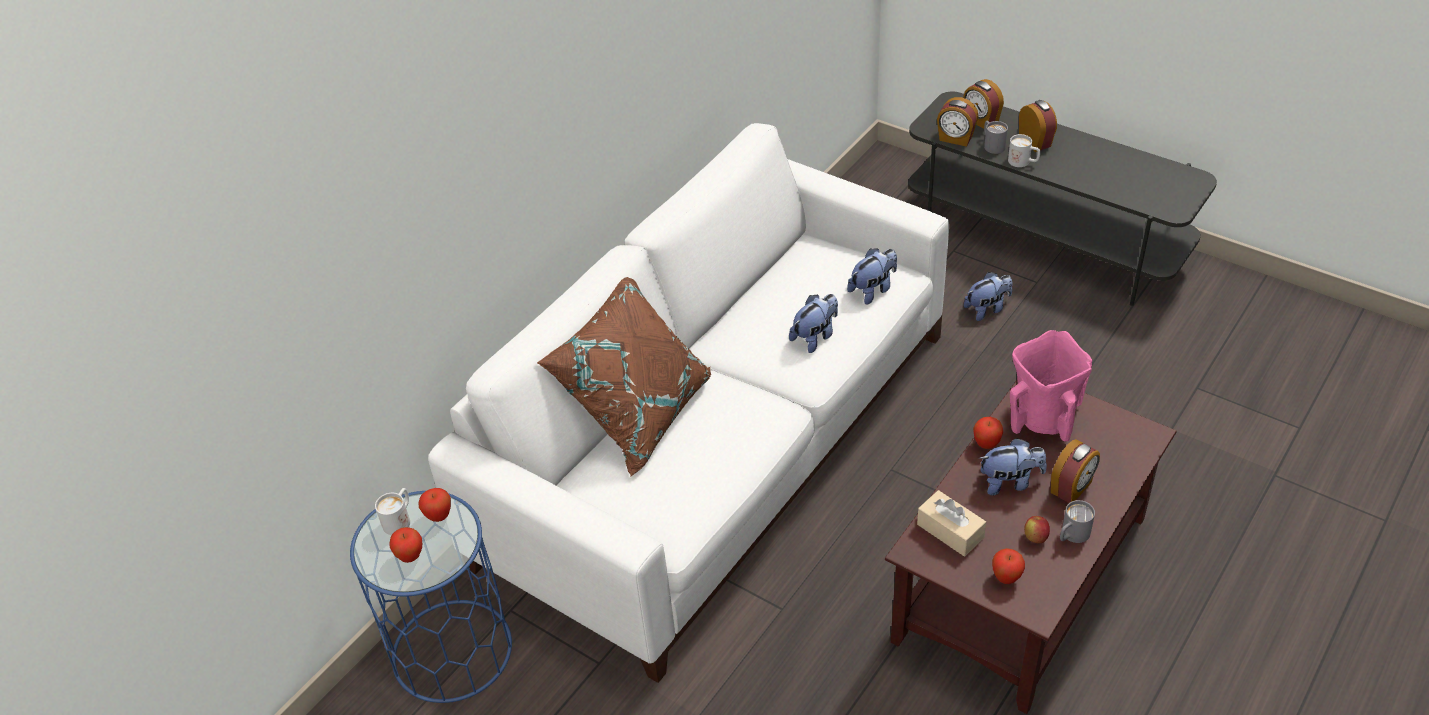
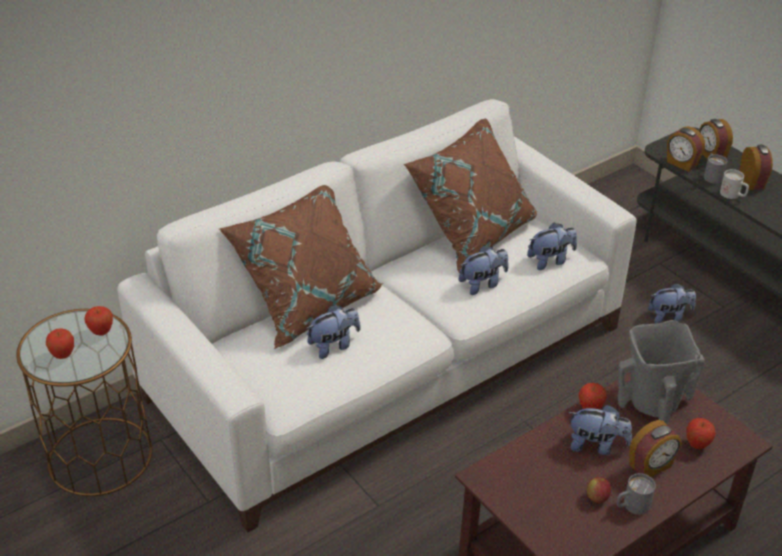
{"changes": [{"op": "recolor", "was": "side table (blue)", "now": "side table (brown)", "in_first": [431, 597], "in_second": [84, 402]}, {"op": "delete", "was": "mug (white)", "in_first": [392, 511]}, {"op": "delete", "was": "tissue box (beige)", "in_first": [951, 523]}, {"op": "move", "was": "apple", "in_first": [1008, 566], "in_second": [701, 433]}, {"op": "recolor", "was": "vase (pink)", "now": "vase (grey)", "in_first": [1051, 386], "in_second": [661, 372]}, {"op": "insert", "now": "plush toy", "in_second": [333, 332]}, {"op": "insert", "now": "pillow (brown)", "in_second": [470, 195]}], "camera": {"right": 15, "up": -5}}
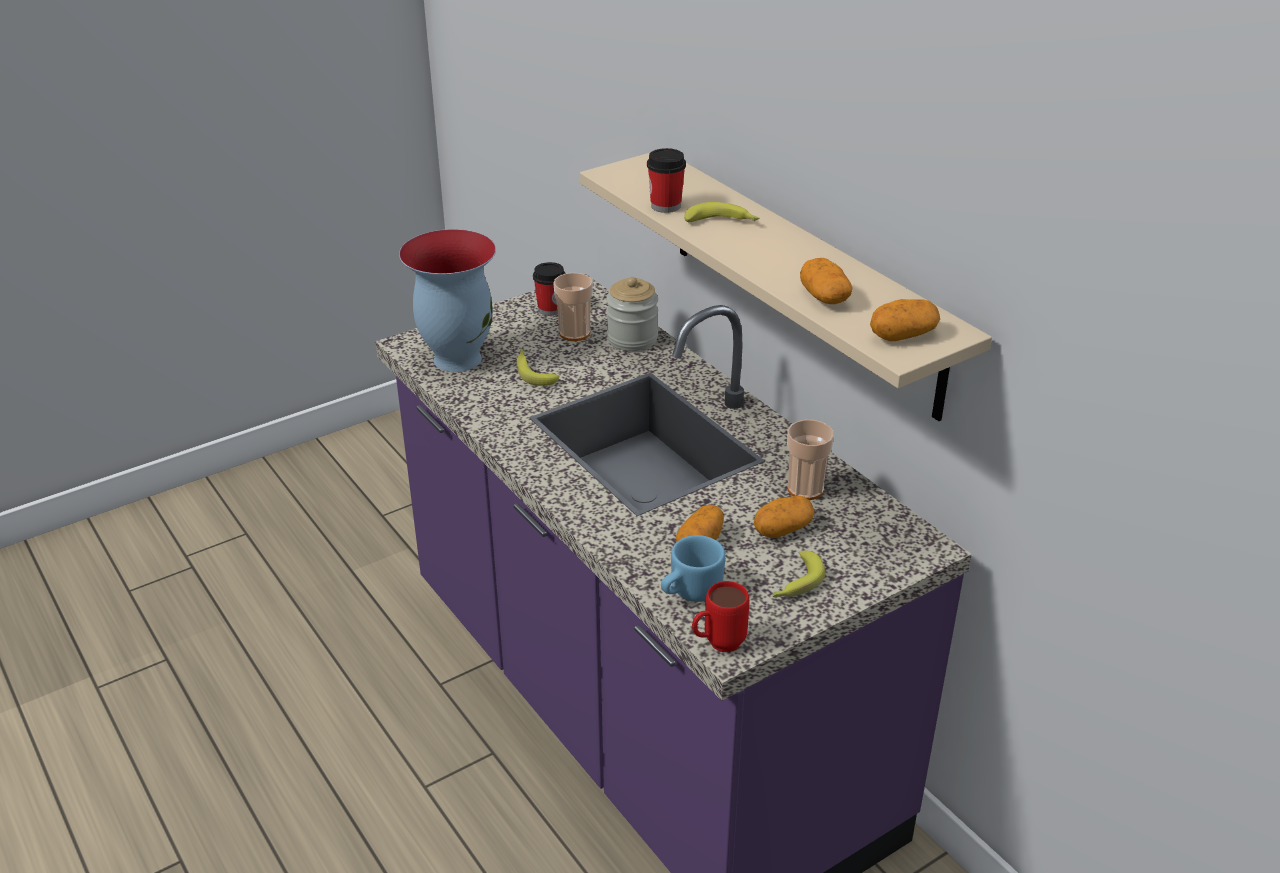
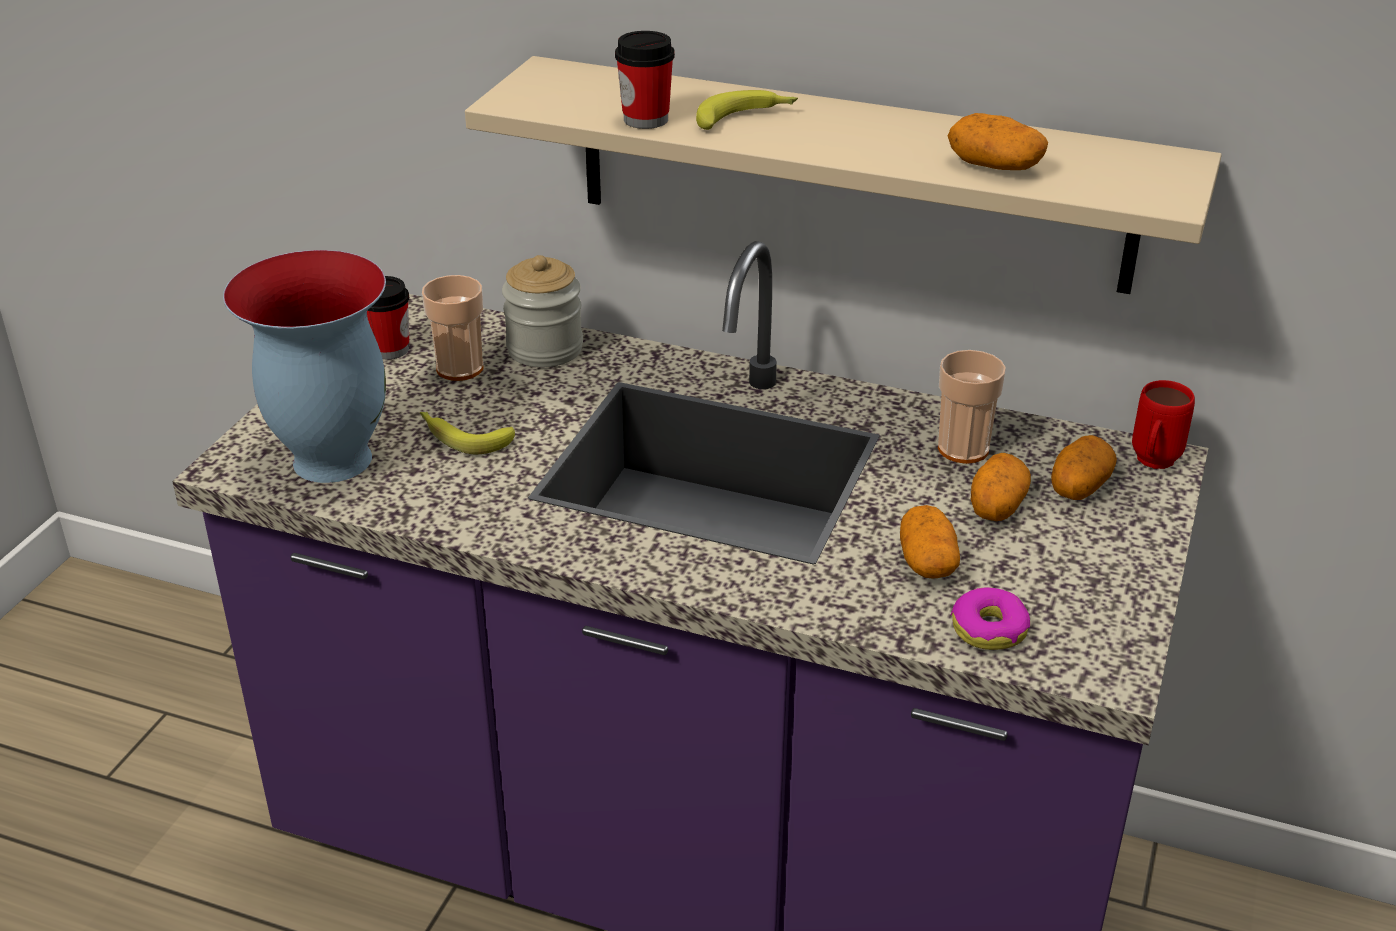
{"changes": [{"op": "replace", "was": "mug (blue)", "now": "donut", "in_first": [693, 568], "in_second": [990, 619]}, {"op": "move", "was": "mug (red)", "in_first": [720, 616], "in_second": [1163, 424]}, {"op": "delete", "was": "banana", "in_first": [798, 574]}, {"op": "move", "was": "potato", "in_first": [905, 320], "in_second": [1084, 467]}], "camera": {"right": -35, "up": 0}}
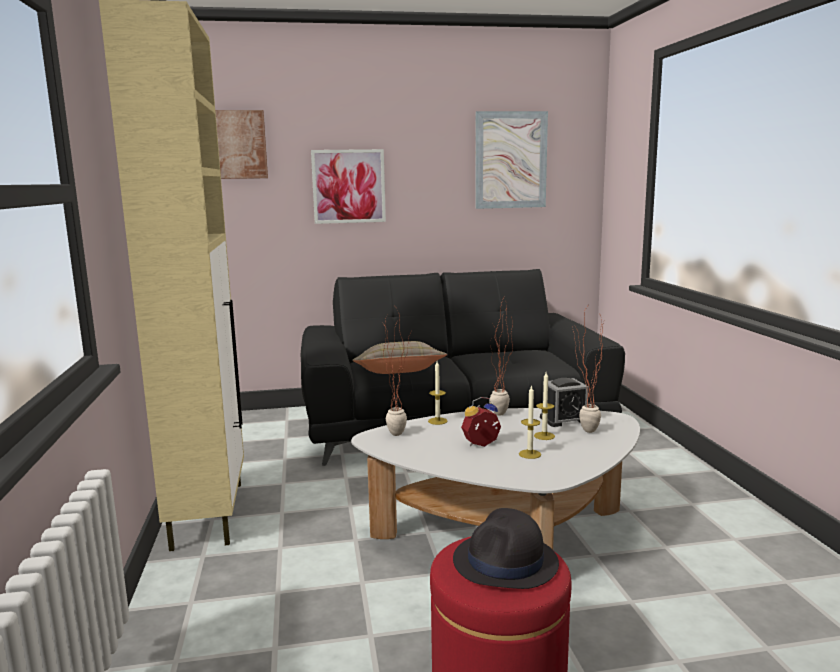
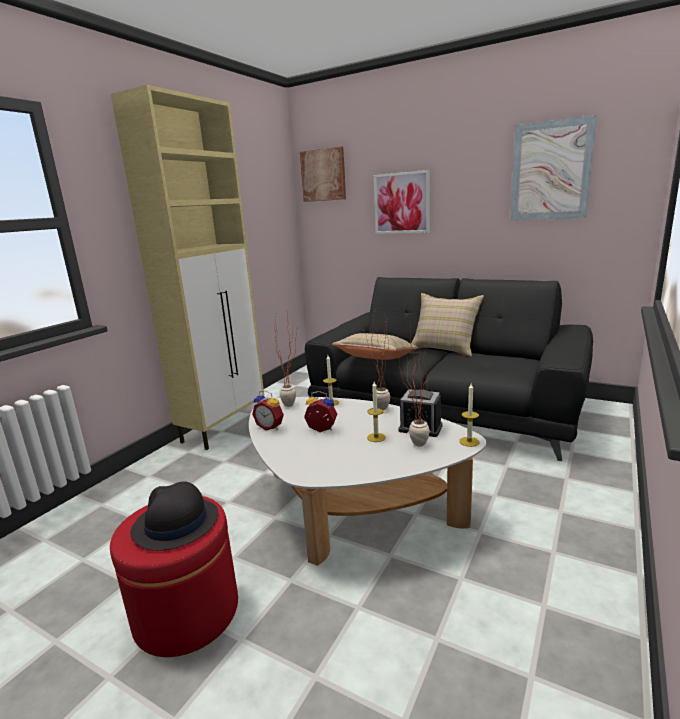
{"changes": [{"op": "move", "was": "candle", "in_first": [530, 422], "in_second": [469, 415]}, {"op": "insert", "now": "alarm clock", "in_second": [268, 410]}, {"op": "insert", "now": "pillow (beige)", "in_second": [447, 325]}], "camera": {"right": 40, "up": 5}}
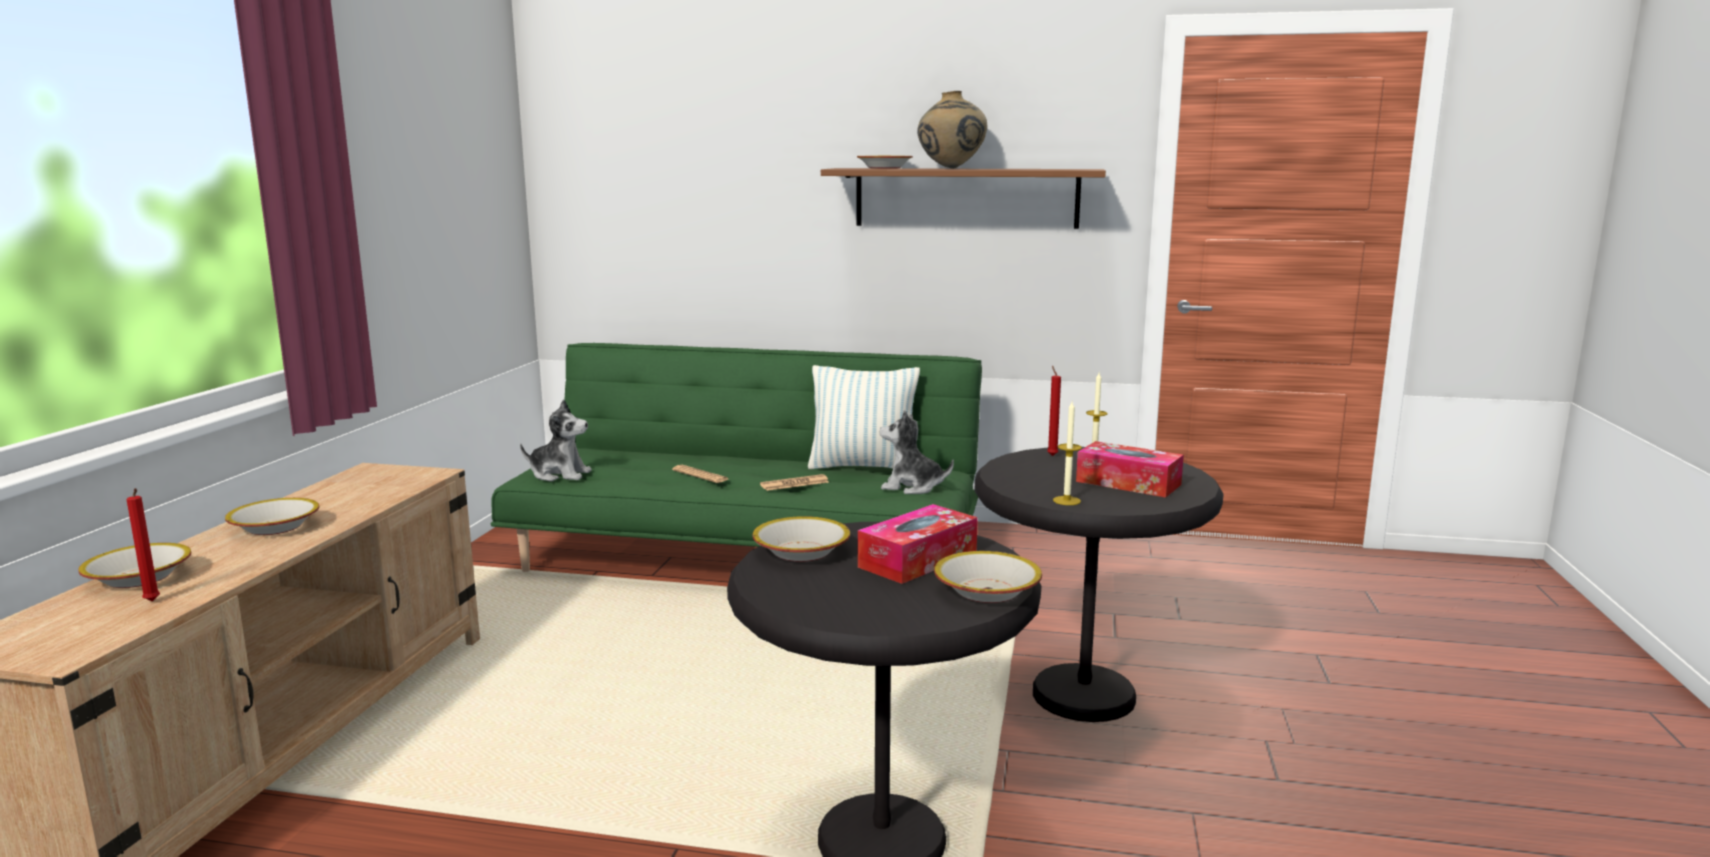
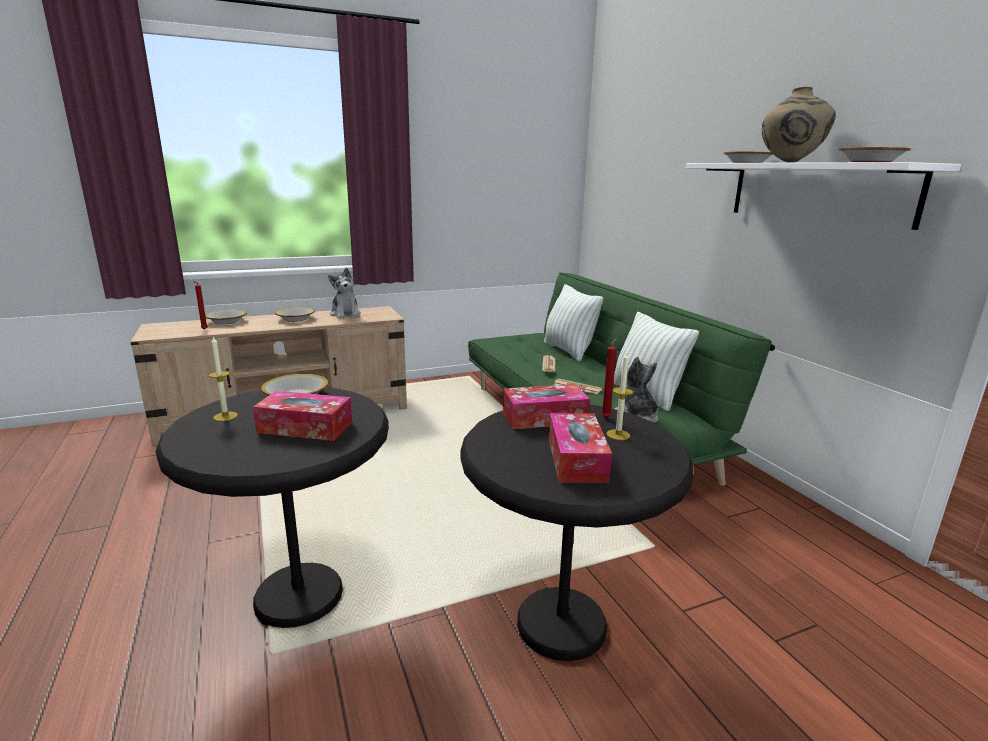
{"changes": [{"op": "move", "was": "plush toy", "in_first": [556, 440], "in_second": [344, 293]}, {"op": "recolor", "was": "shelf (brown)", "now": "shelf (white)", "in_first": [963, 198], "in_second": [823, 196]}, {"op": "move", "was": "bowl", "in_first": [988, 577], "in_second": [875, 154]}, {"op": "move", "was": "candle", "in_first": [1067, 453], "in_second": [223, 378]}, {"op": "insert", "now": "tissue box", "in_second": [546, 406]}, {"op": "insert", "now": "pillow", "in_second": [573, 322]}], "camera": {"right": 55, "up": 5}}
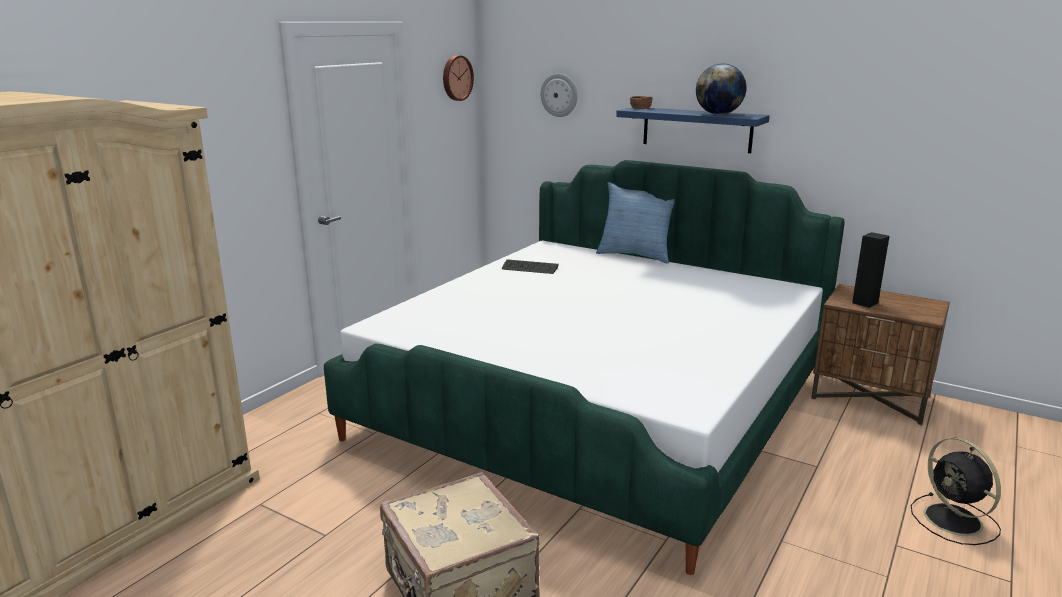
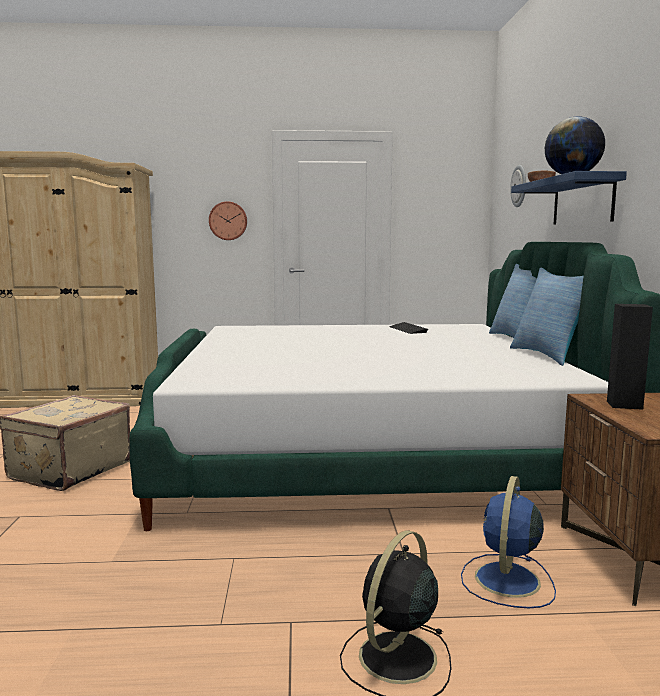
{"changes": [{"op": "move", "was": "wall clock", "in_first": [458, 78], "in_second": [228, 220]}, {"op": "insert", "now": "fan (blue)", "in_second": [508, 542]}, {"op": "insert", "now": "pillow", "in_second": [547, 317]}], "camera": {"right": 55, "up": -10}}
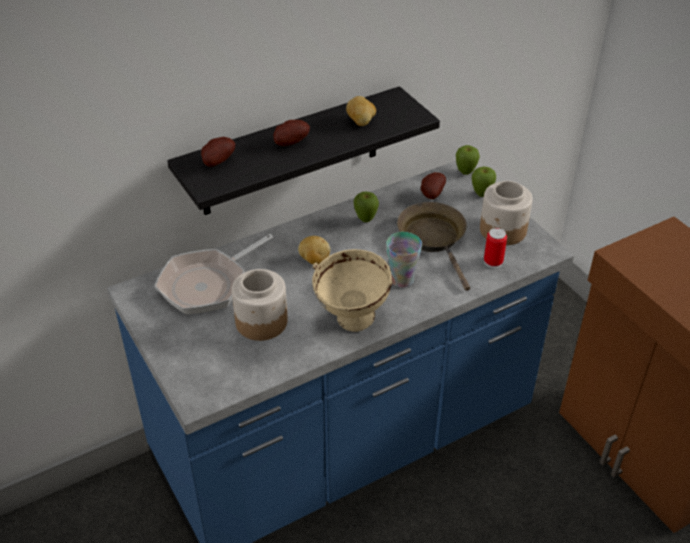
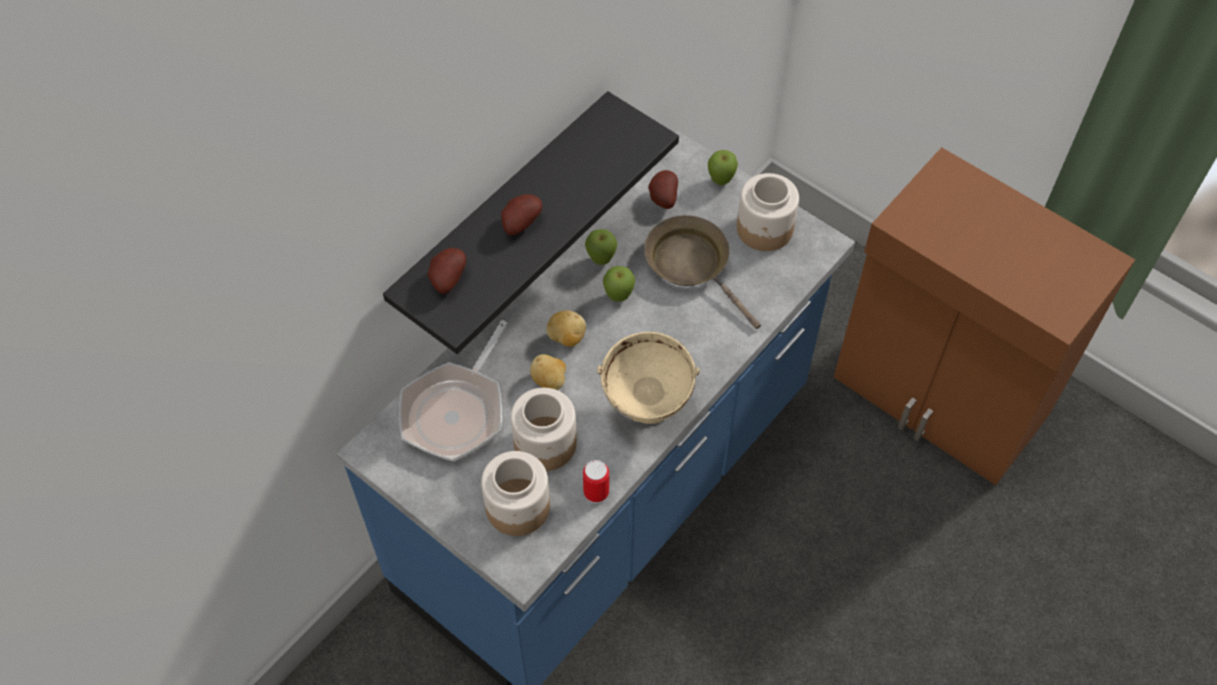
{"changes": [{"op": "move", "was": "potato", "in_first": [361, 111], "in_second": [548, 372]}, {"op": "delete", "was": "cup", "in_first": [404, 260]}, {"op": "move", "was": "apple", "in_first": [468, 160], "in_second": [619, 284]}, {"op": "move", "was": "can", "in_first": [495, 248], "in_second": [596, 481]}, {"op": "insert", "now": "jar", "in_second": [515, 493]}], "camera": {"right": -20, "up": 15}}
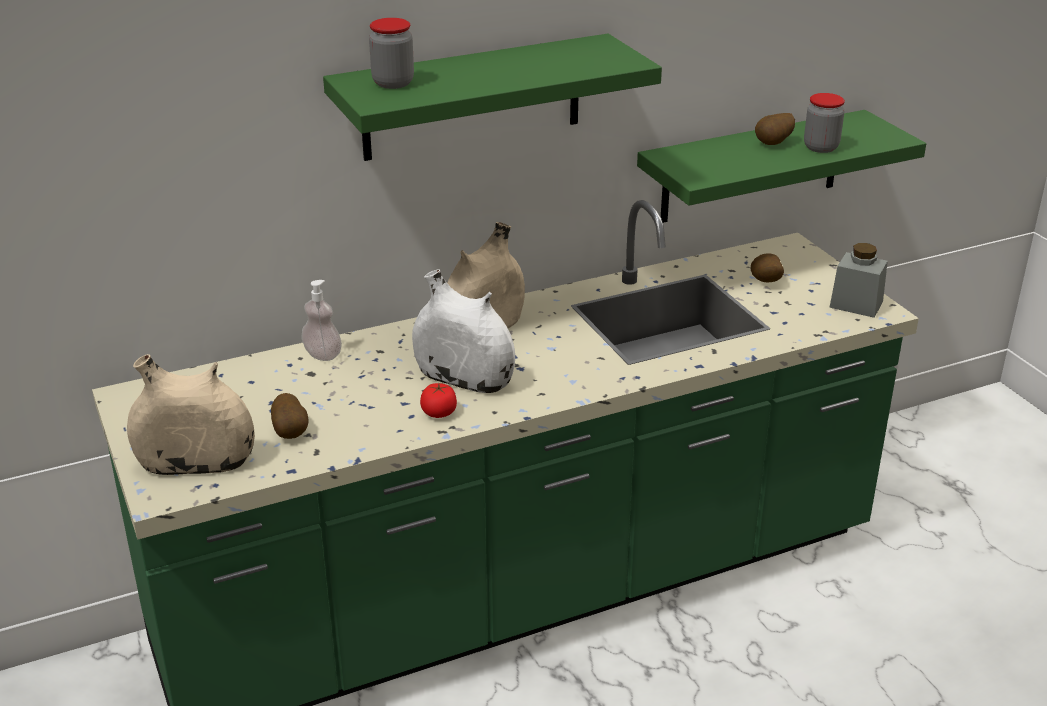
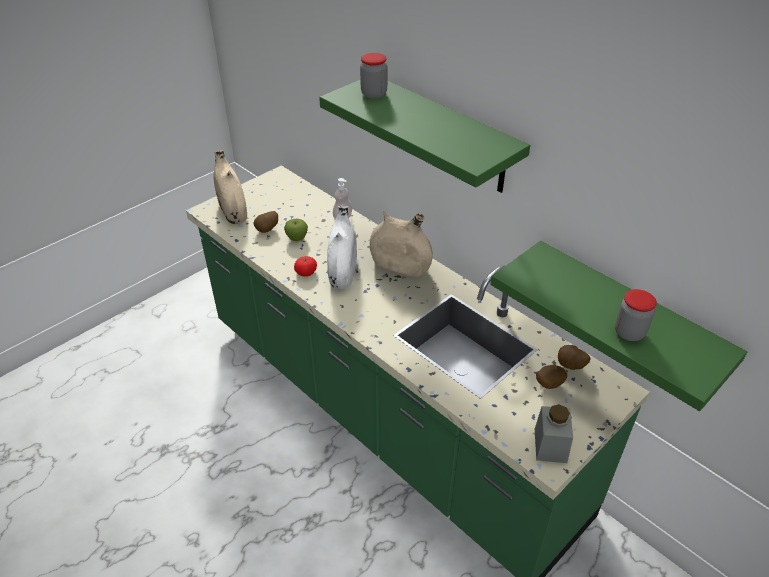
{"changes": [{"op": "move", "was": "potato", "in_first": [775, 129], "in_second": [574, 357]}, {"op": "insert", "now": "apple", "in_second": [296, 230]}], "camera": {"right": 70, "up": 10}}
